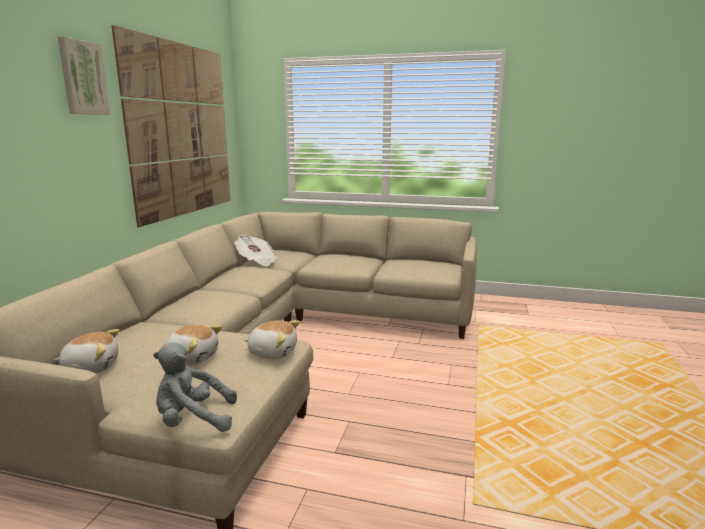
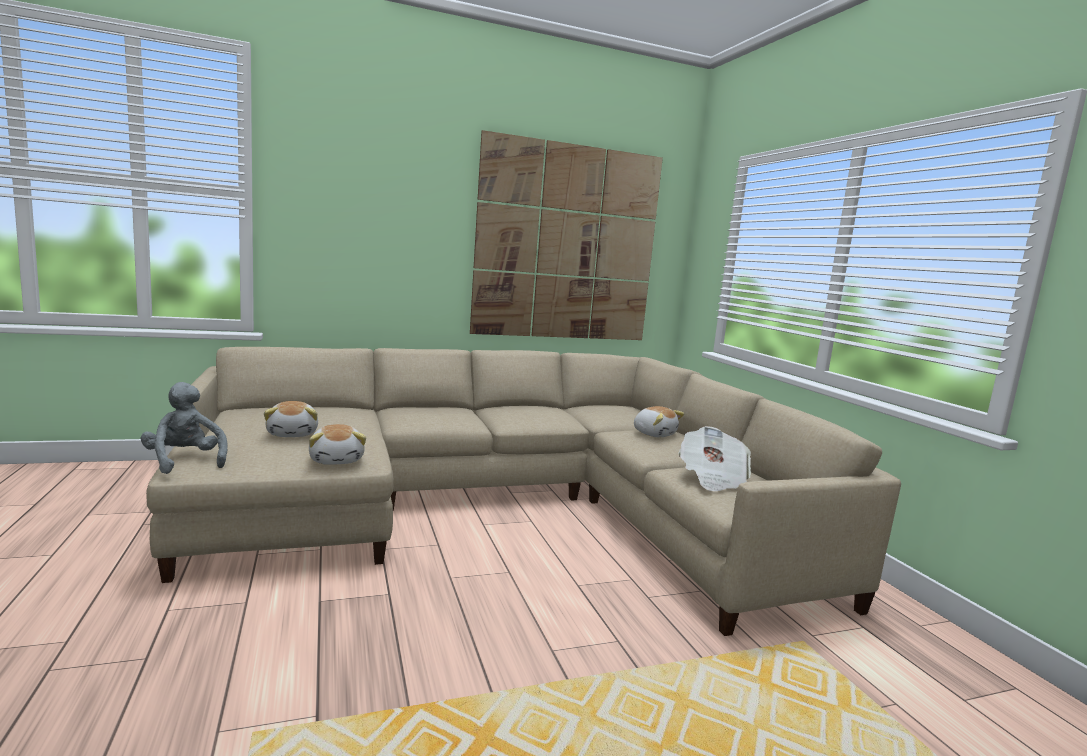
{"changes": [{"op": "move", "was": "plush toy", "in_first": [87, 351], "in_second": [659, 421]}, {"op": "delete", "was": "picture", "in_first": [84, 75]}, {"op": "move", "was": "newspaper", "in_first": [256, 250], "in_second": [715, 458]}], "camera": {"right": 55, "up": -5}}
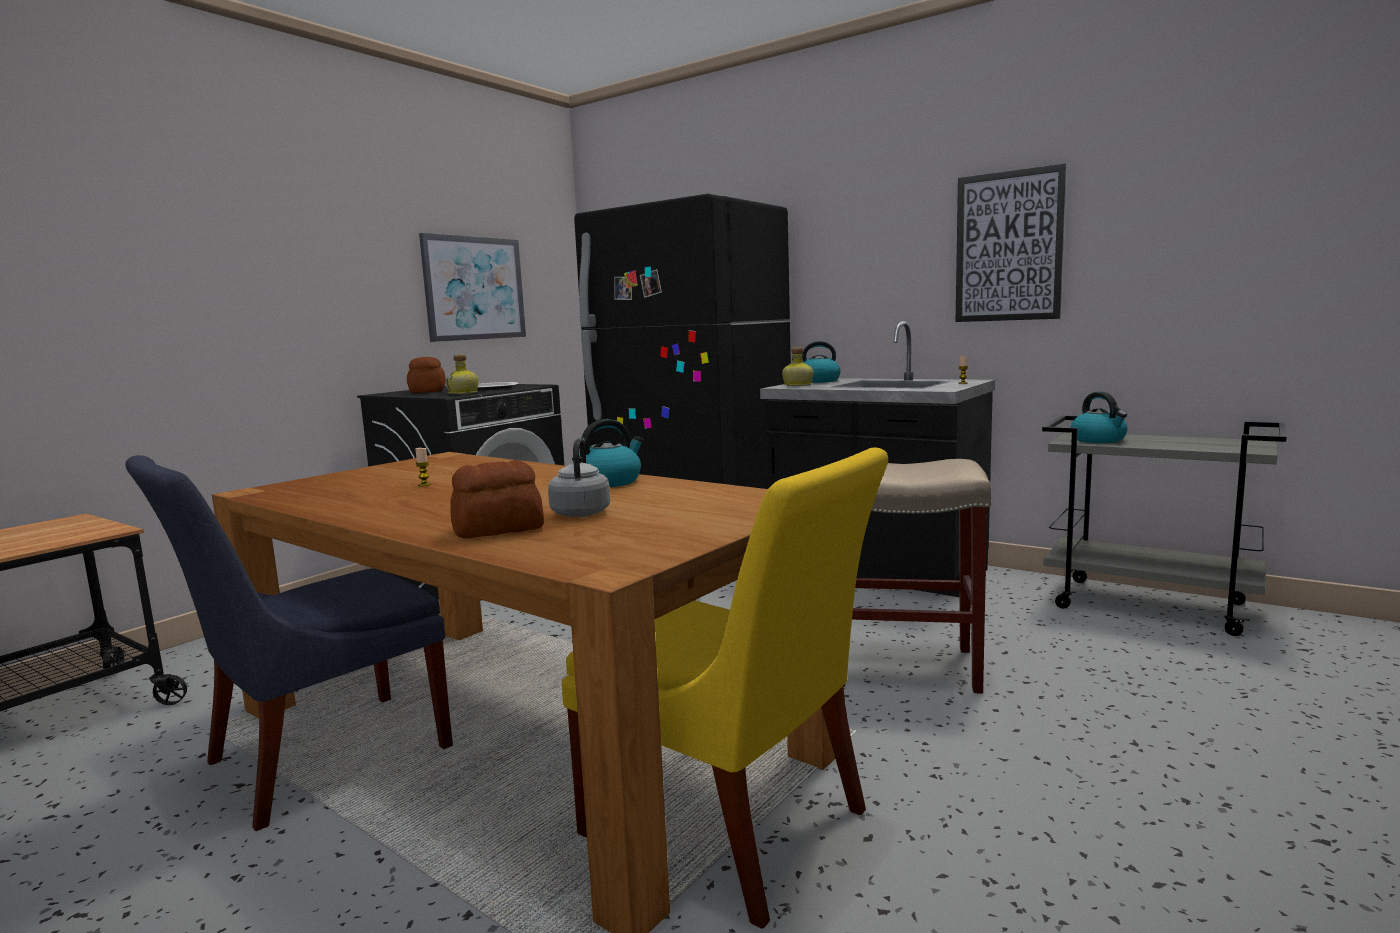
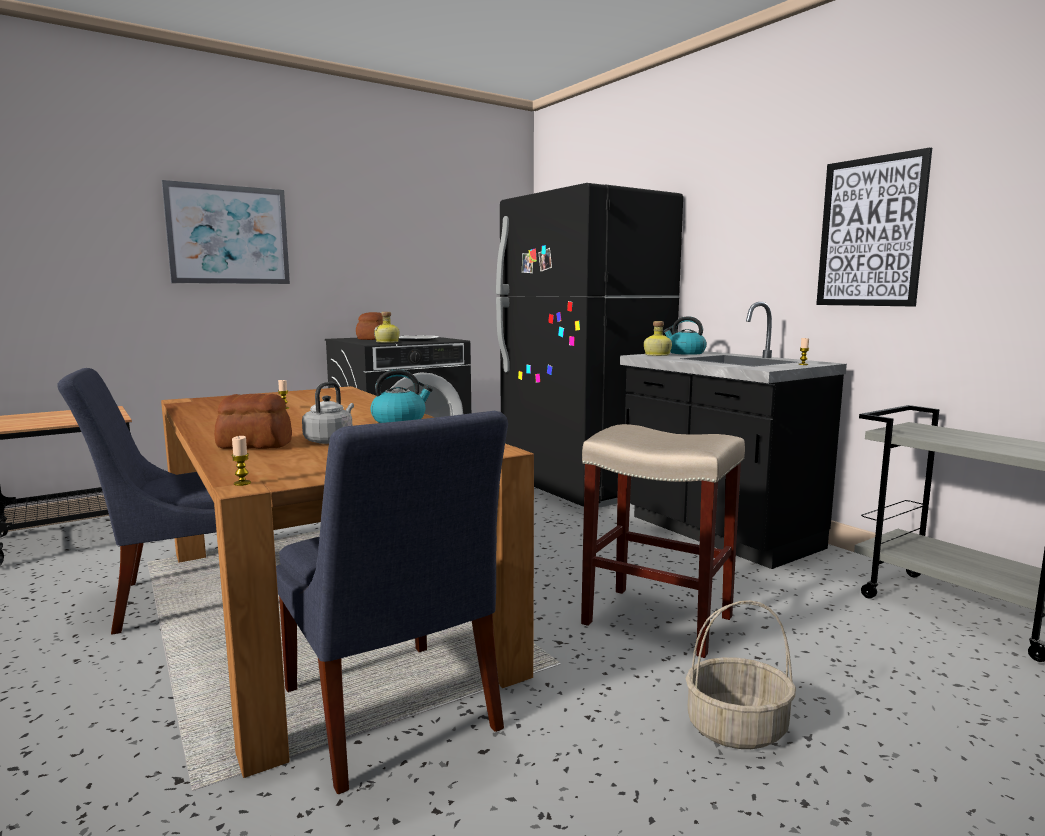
{"changes": [{"op": "move", "was": "picture", "in_first": [472, 287], "in_second": [226, 232]}, {"op": "recolor", "was": "chair (yellow)", "now": "chair (blue)", "in_first": [725, 688], "in_second": [392, 602]}, {"op": "delete", "was": "kettle", "in_first": [1099, 417]}, {"op": "insert", "now": "candle", "in_second": [241, 461]}, {"op": "insert", "now": "basket", "in_second": [741, 674]}], "camera": {"right": 20, "up": 0}}
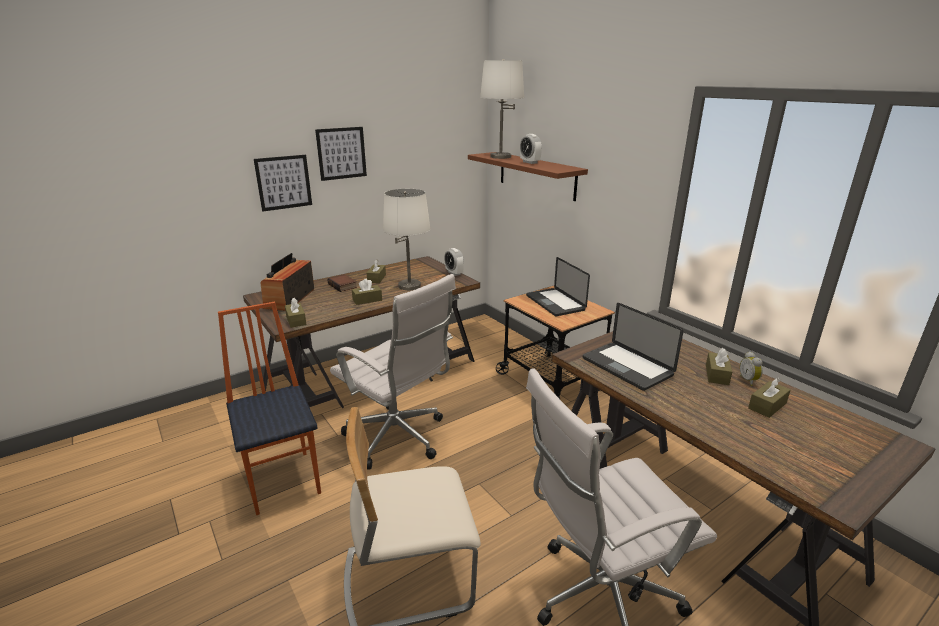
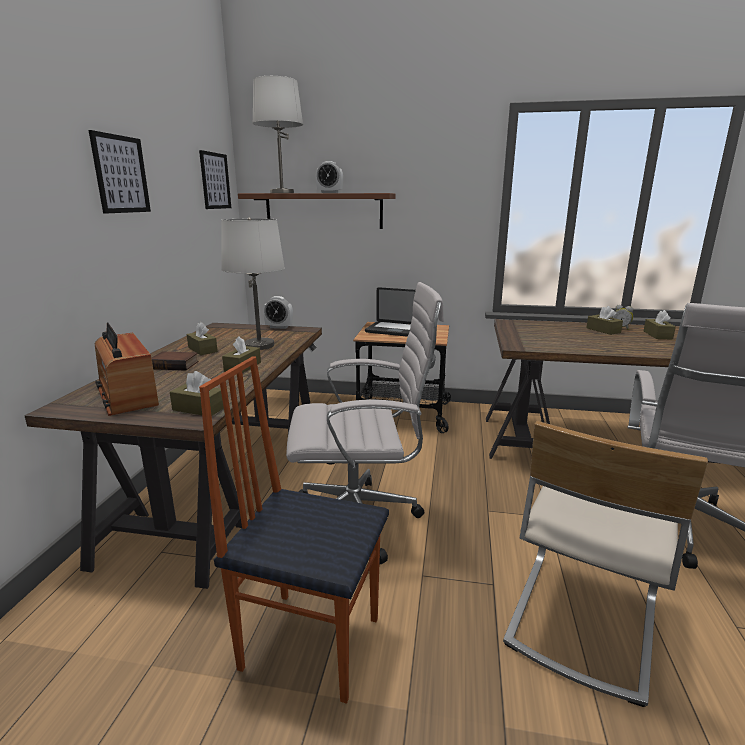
{"changes": [{"op": "move", "was": "picture", "in_first": [283, 183], "in_second": [215, 179]}, {"op": "delete", "was": "laptop", "in_first": [633, 347]}], "camera": {"right": -45, "up": -5}}
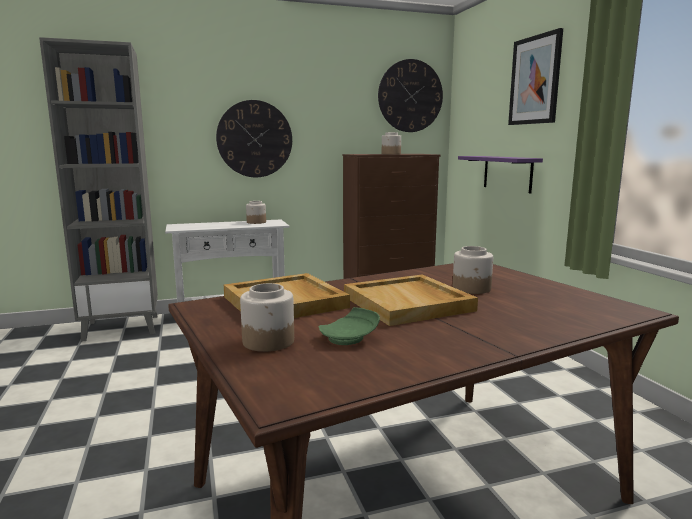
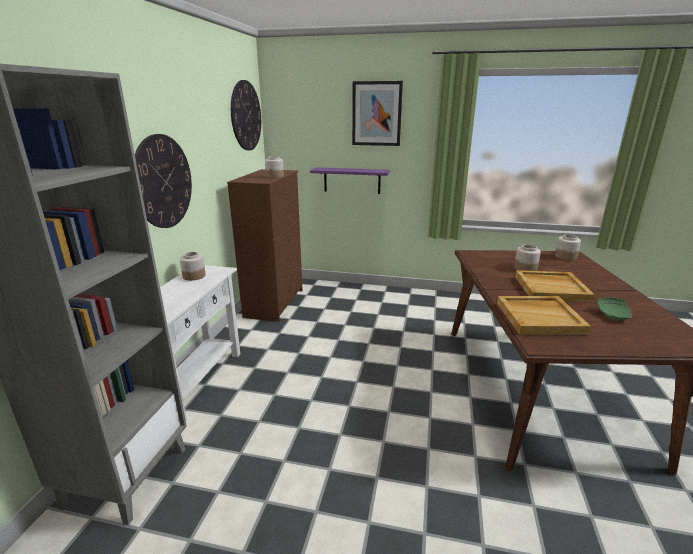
{"changes": [{"op": "move", "was": "jar", "in_first": [267, 317], "in_second": [568, 247]}], "camera": {"right": -60, "up": 10}}
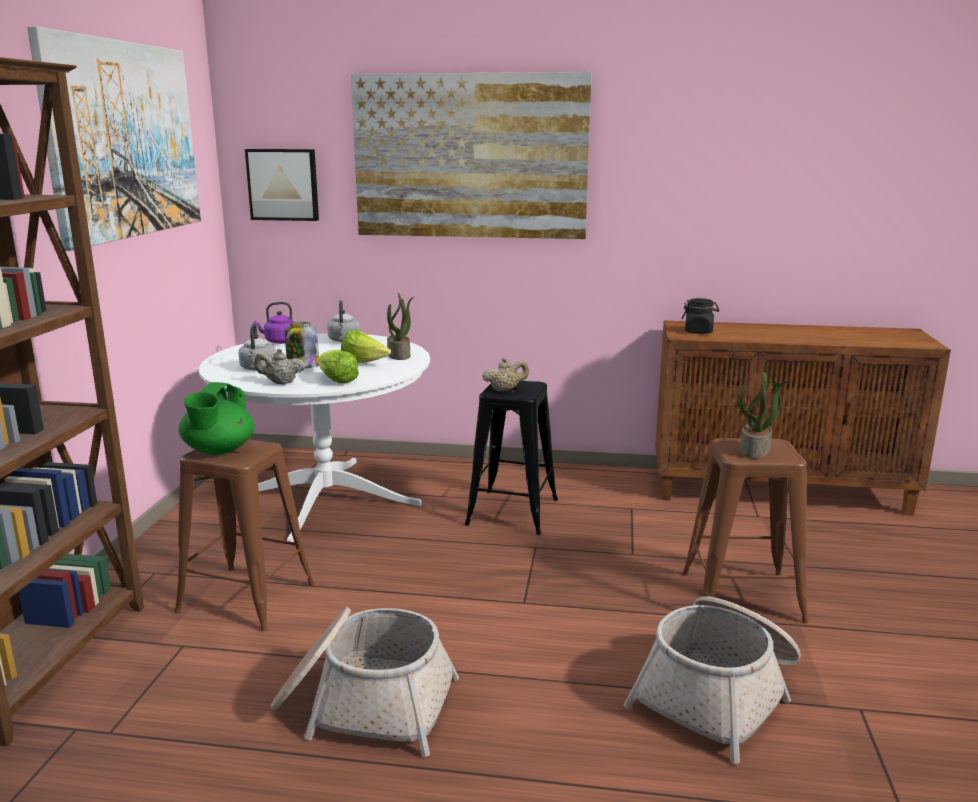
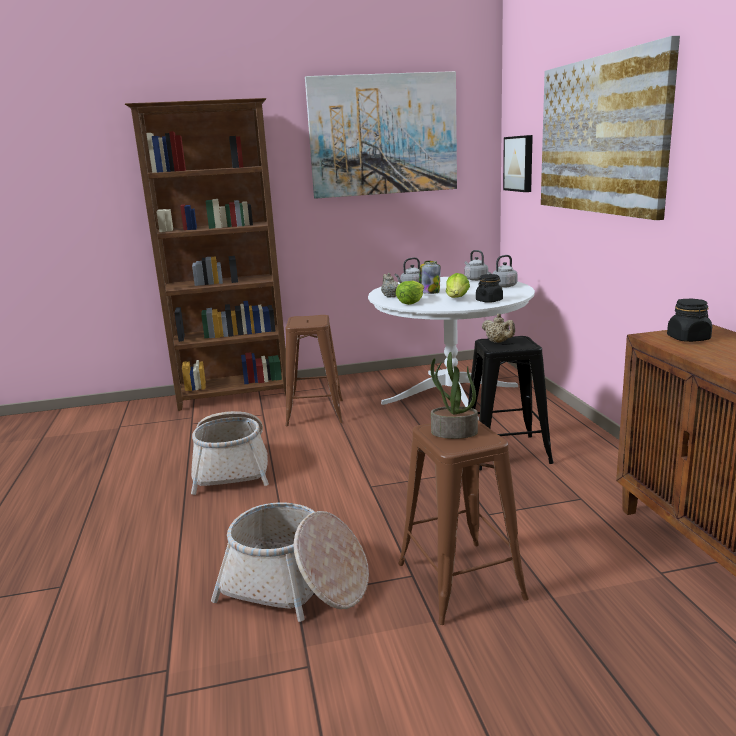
{"changes": [{"op": "delete", "was": "teapot (green)", "in_first": [216, 418]}, {"op": "recolor", "was": "kettle (purple)", "now": "kettle (grey)", "in_first": [274, 323], "in_second": [476, 265]}, {"op": "replace", "was": "potted plant", "now": "jar (black)", "in_first": [400, 326], "in_second": [489, 288]}], "camera": {"right": 70, "up": 0}}
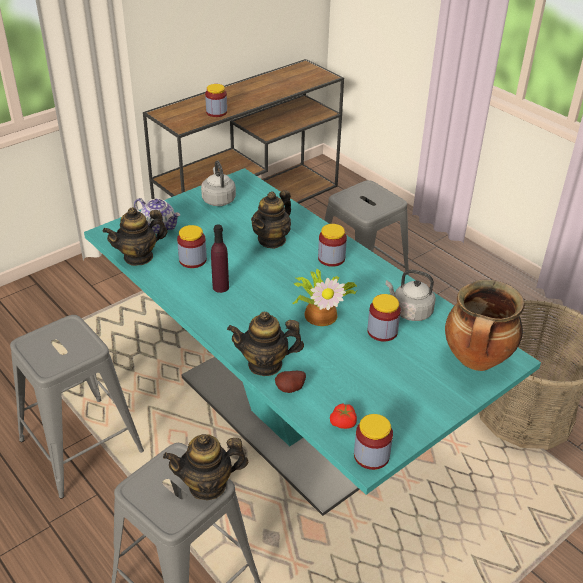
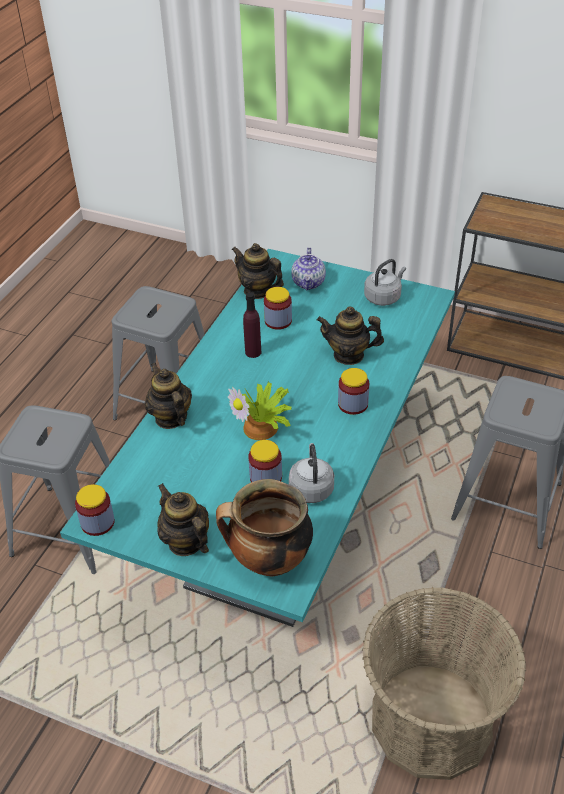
{"changes": [{"op": "move", "was": "teapot", "in_first": [205, 467], "in_second": [183, 519]}, {"op": "delete", "was": "jar", "in_first": [216, 100]}, {"op": "delete", "was": "potato", "in_first": [290, 382]}, {"op": "delete", "was": "tomato", "in_first": [343, 416]}], "camera": {"right": 65, "up": 5}}
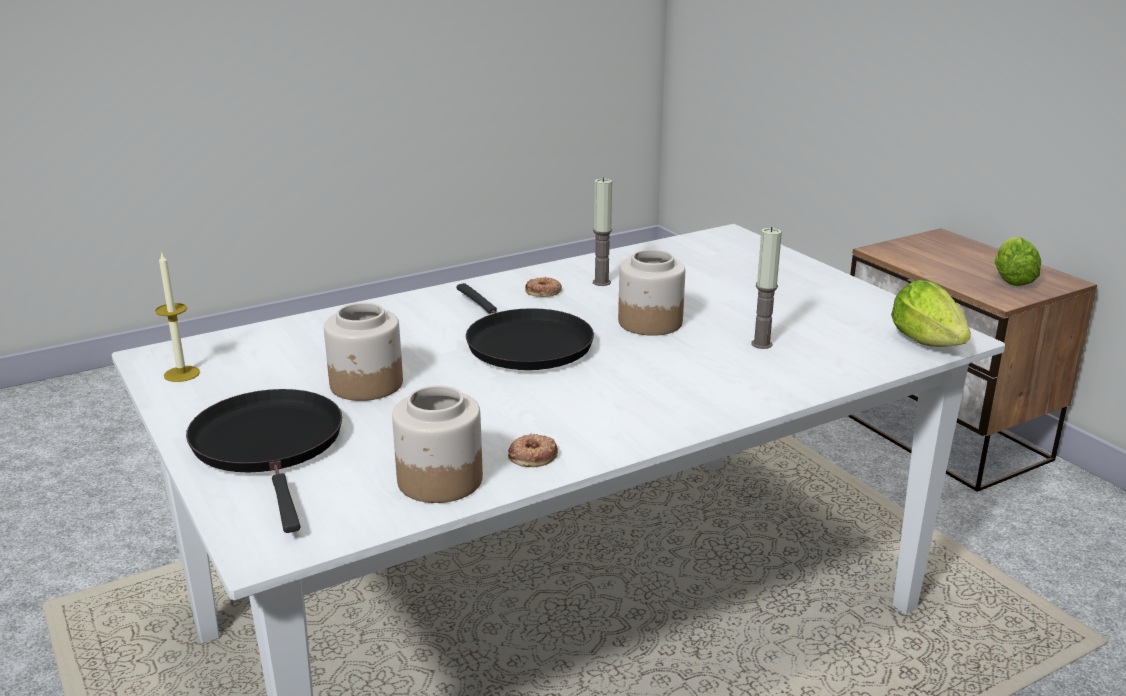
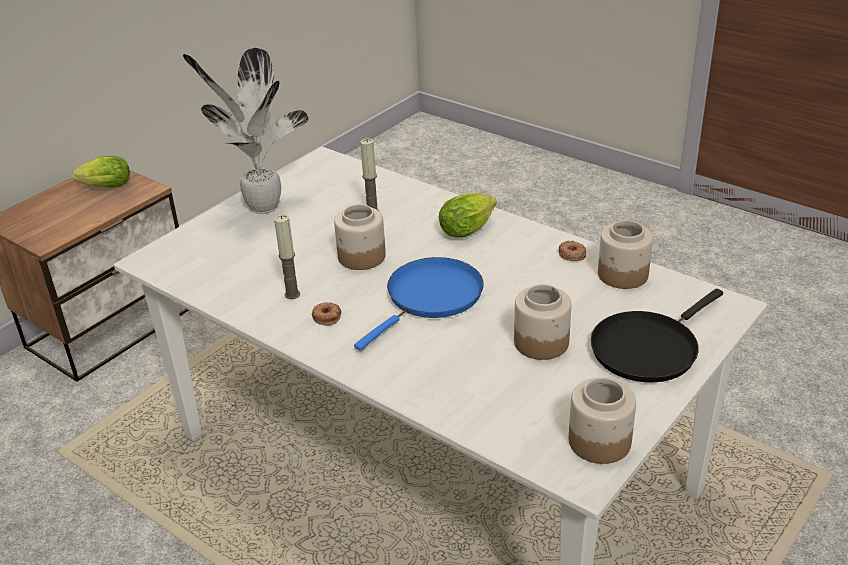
{"changes": [{"op": "replace", "was": "candle", "now": "jar", "in_first": [177, 316], "in_second": [602, 421]}, {"op": "recolor", "was": "frying pan (black)", "now": "frying pan (blue)", "in_first": [525, 326], "in_second": [418, 304]}, {"op": "move", "was": "lettuce", "in_first": [931, 313], "in_second": [468, 215]}, {"op": "insert", "now": "potted plant", "in_second": [246, 131]}], "camera": {"right": -110, "up": 10}}
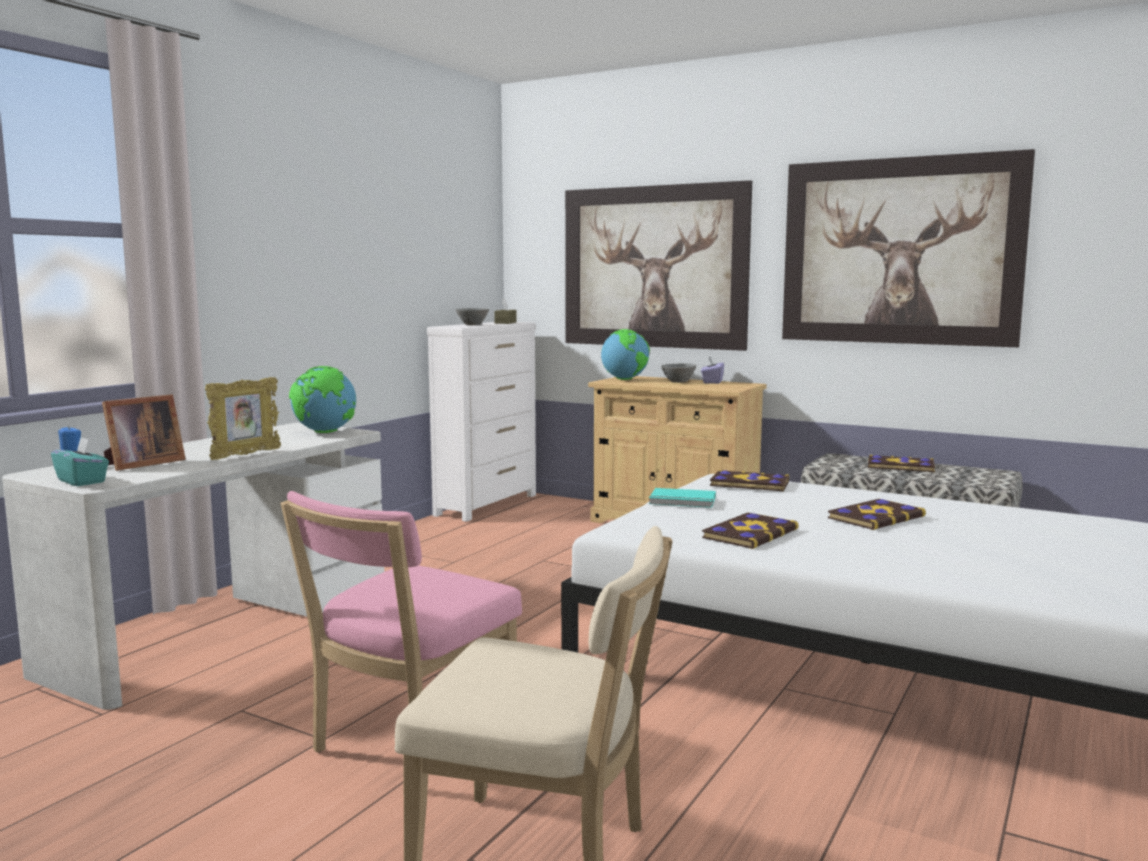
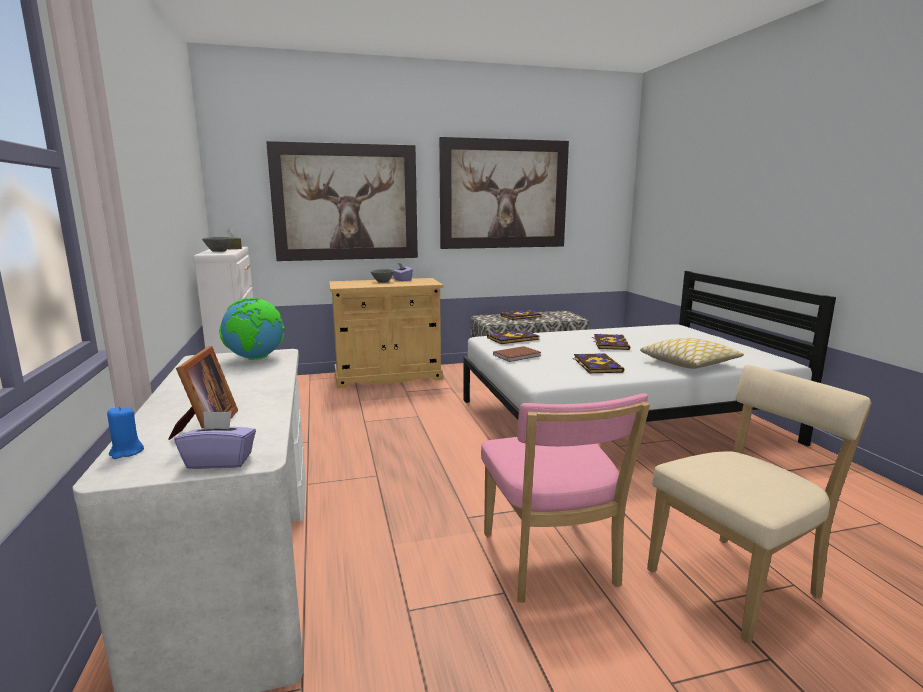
{"changes": [{"op": "recolor", "was": "tissue box (turquoise)", "now": "tissue box (purple)", "in_first": [80, 461], "in_second": [215, 440]}, {"op": "delete", "was": "picture frame", "in_first": [243, 418]}, {"op": "delete", "was": "globe", "in_first": [625, 354]}, {"op": "recolor", "was": "book (turquoise)", "now": "book (brown)", "in_first": [682, 498], "in_second": [517, 354]}, {"op": "insert", "now": "pillow", "in_second": [692, 353]}], "camera": {"right": -45, "up": 5}}
